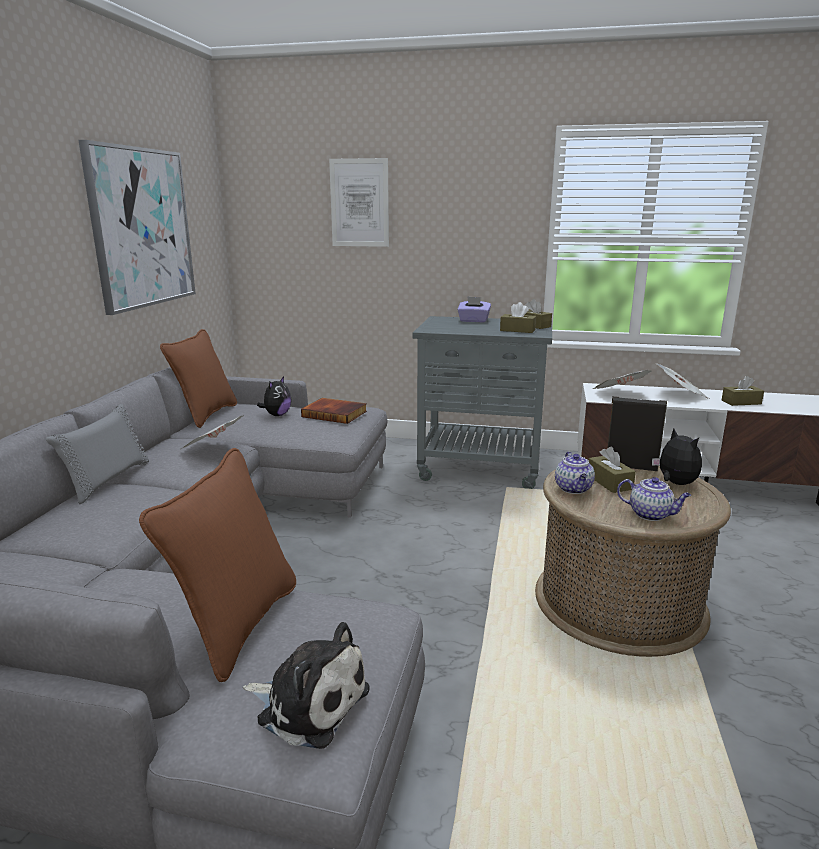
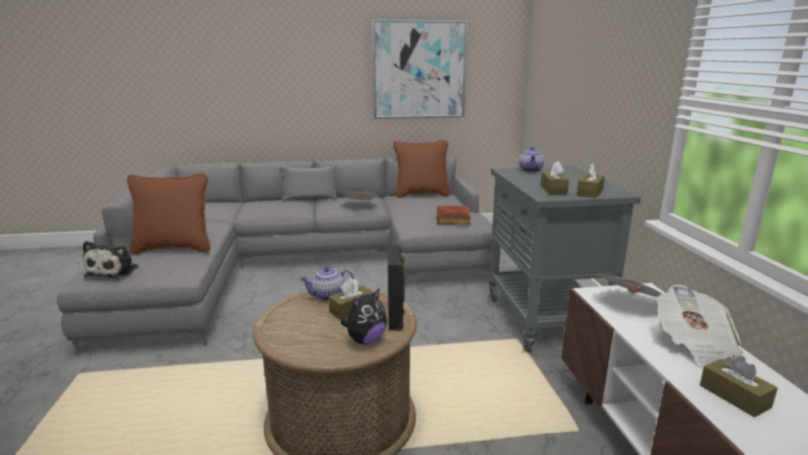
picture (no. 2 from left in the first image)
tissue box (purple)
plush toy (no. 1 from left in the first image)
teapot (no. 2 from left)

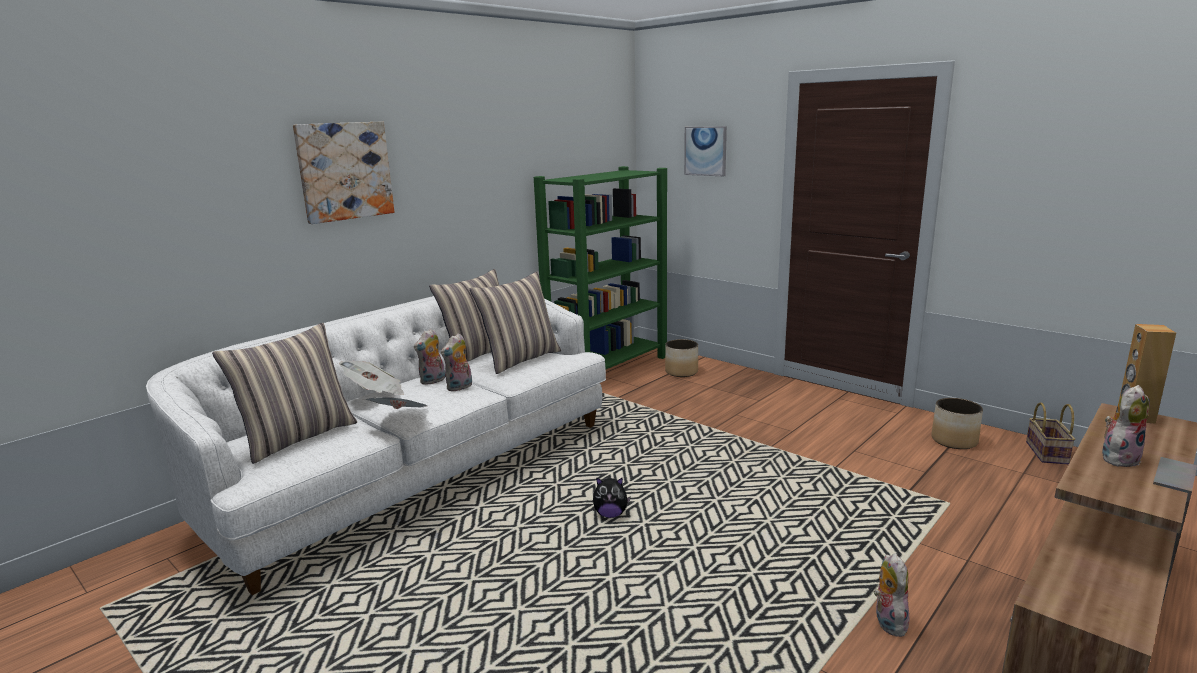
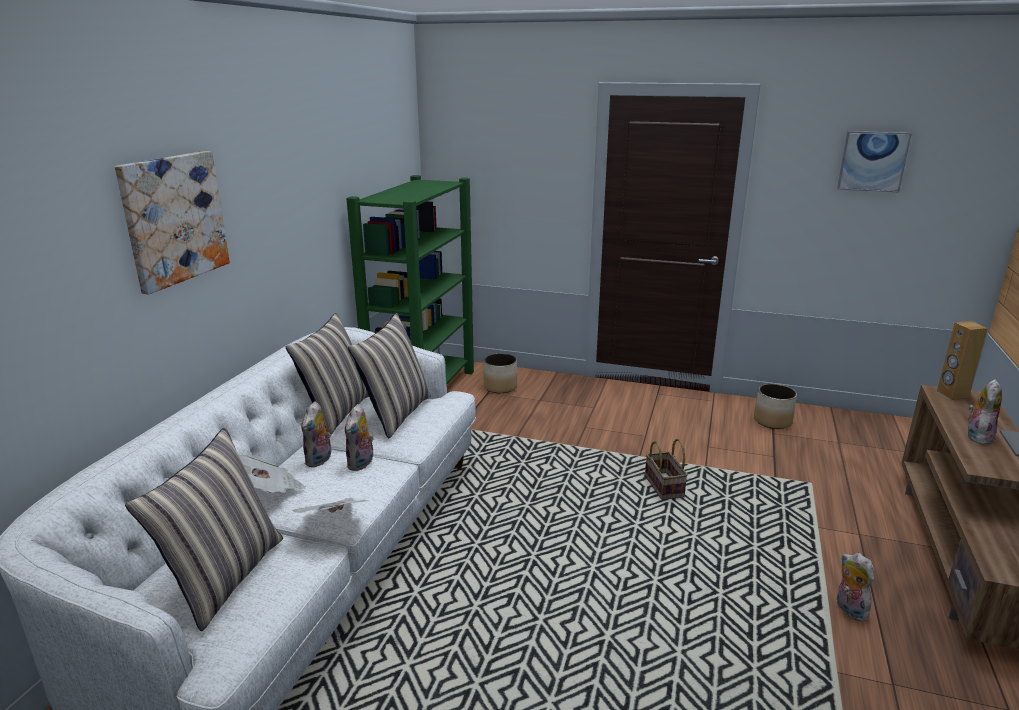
picture (no. 2 from left)
basket
plush toy (no. 3 from left in the first image)

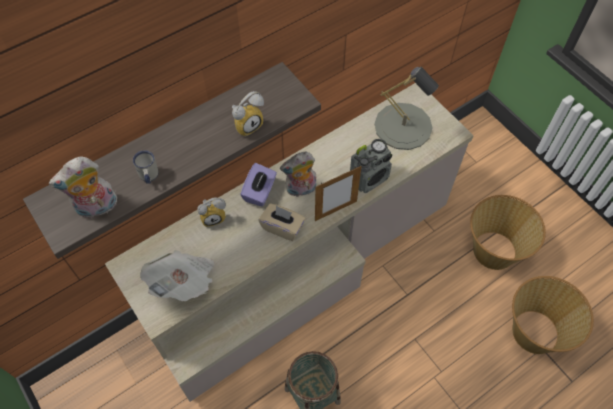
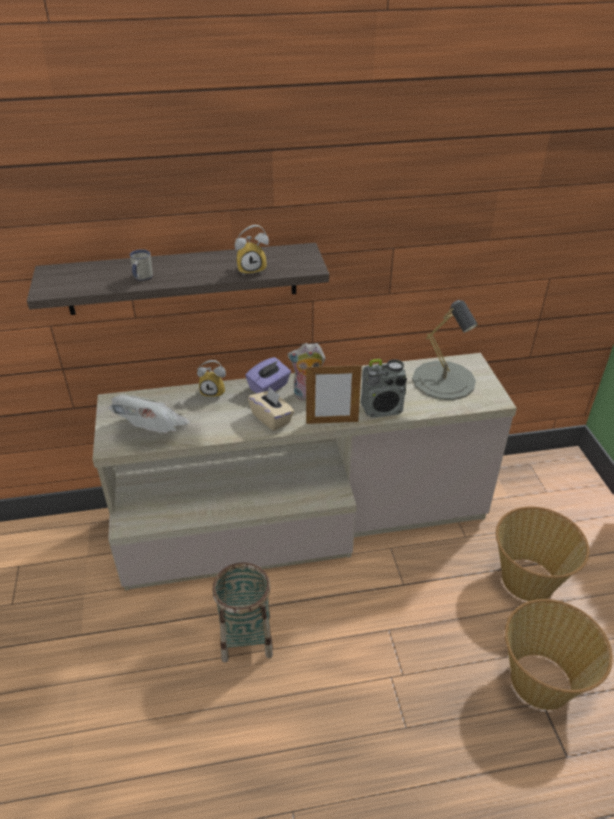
plush toy (no. 1 from left in the first image)

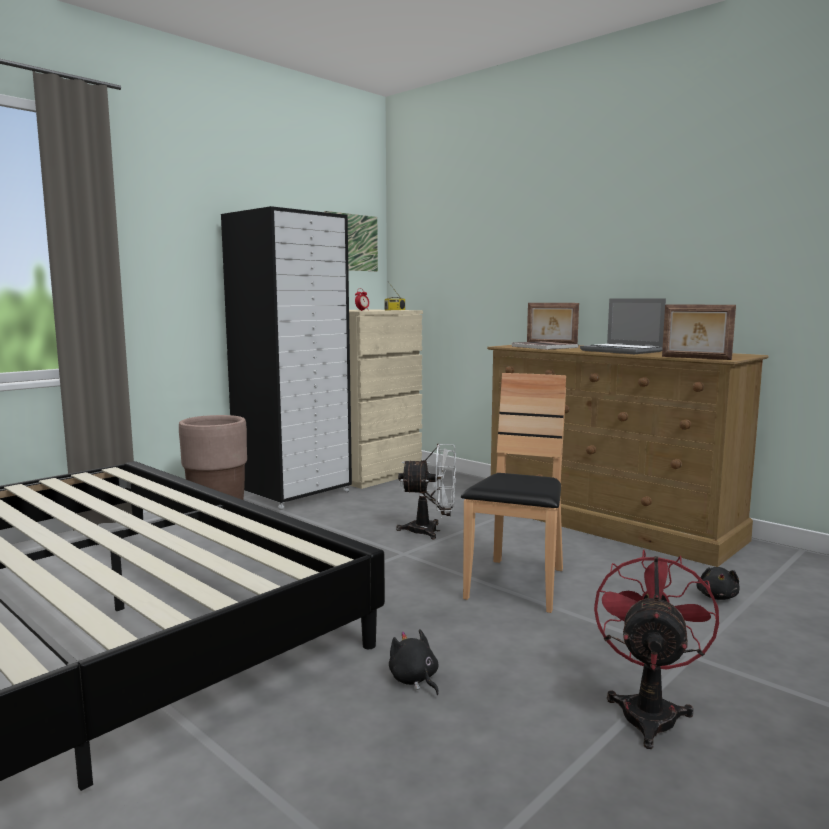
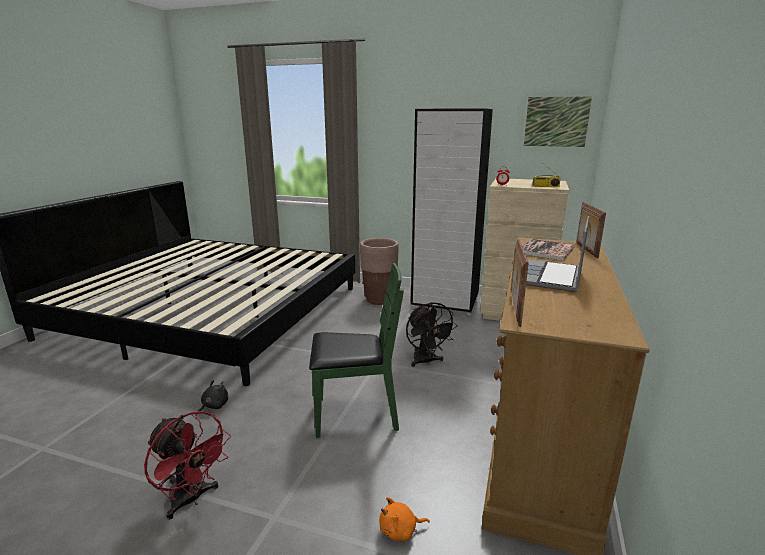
chair (green)
fan (black)
fan (red)
plush toy (orange)

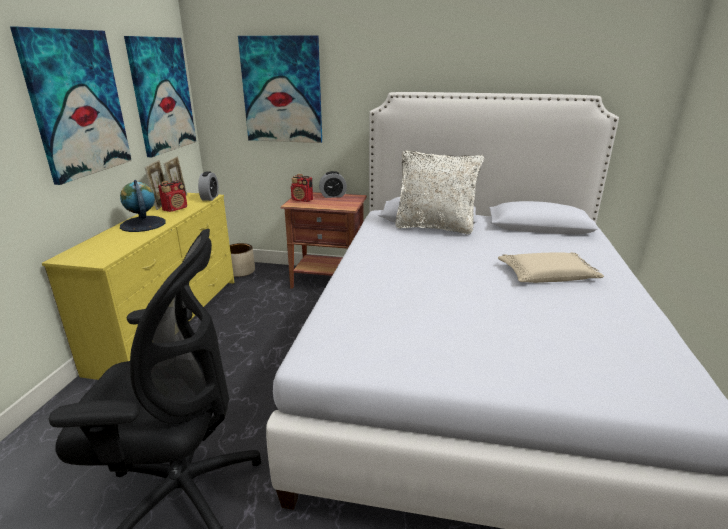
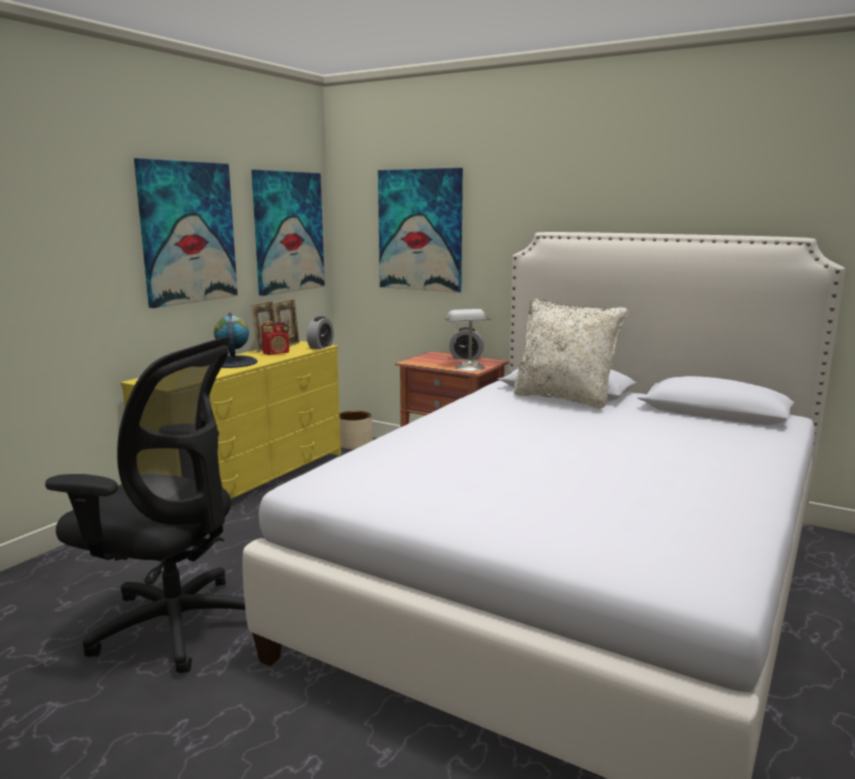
radio (no. 2 from left in the first image)
pillow (beige) (no. 2 from left in the first image)
table lamp (white)

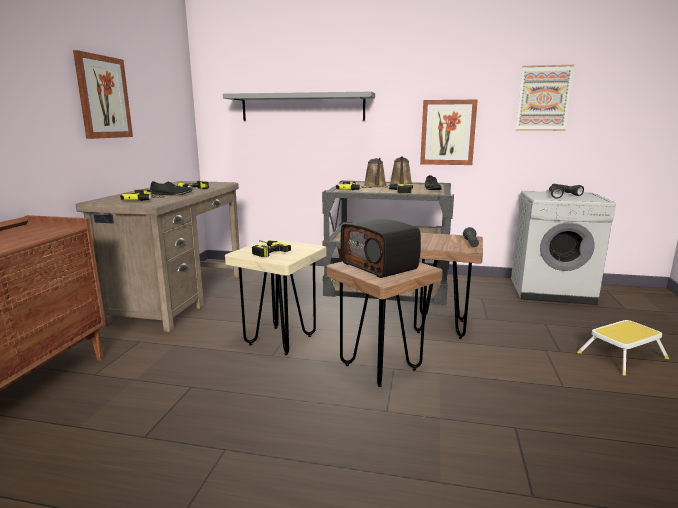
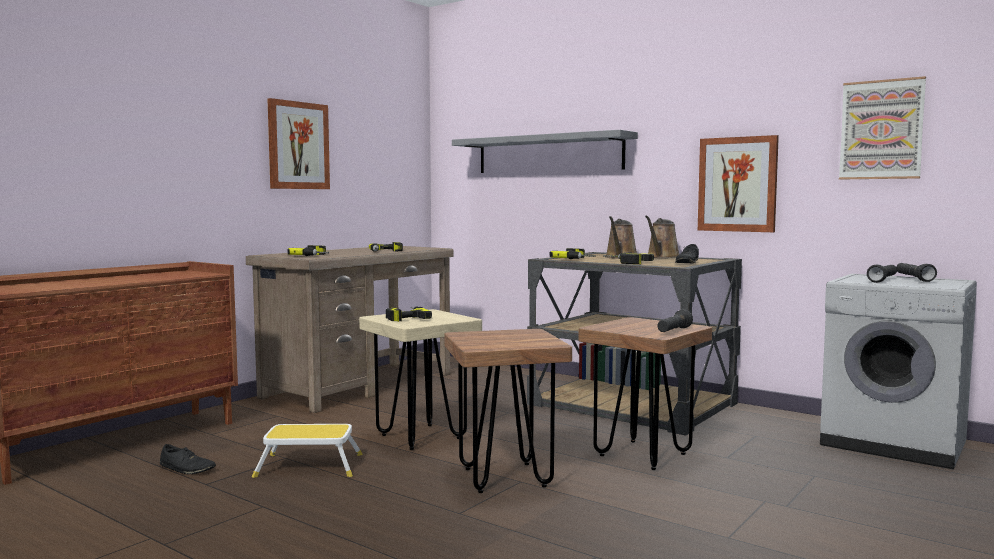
shoe (black) (no. 1 from left)
radio
step ladder (yellow)

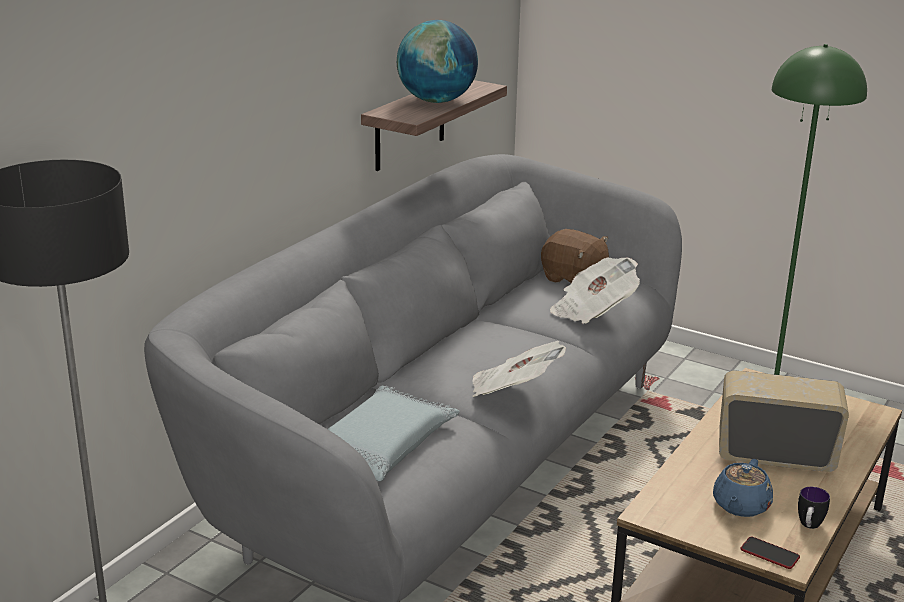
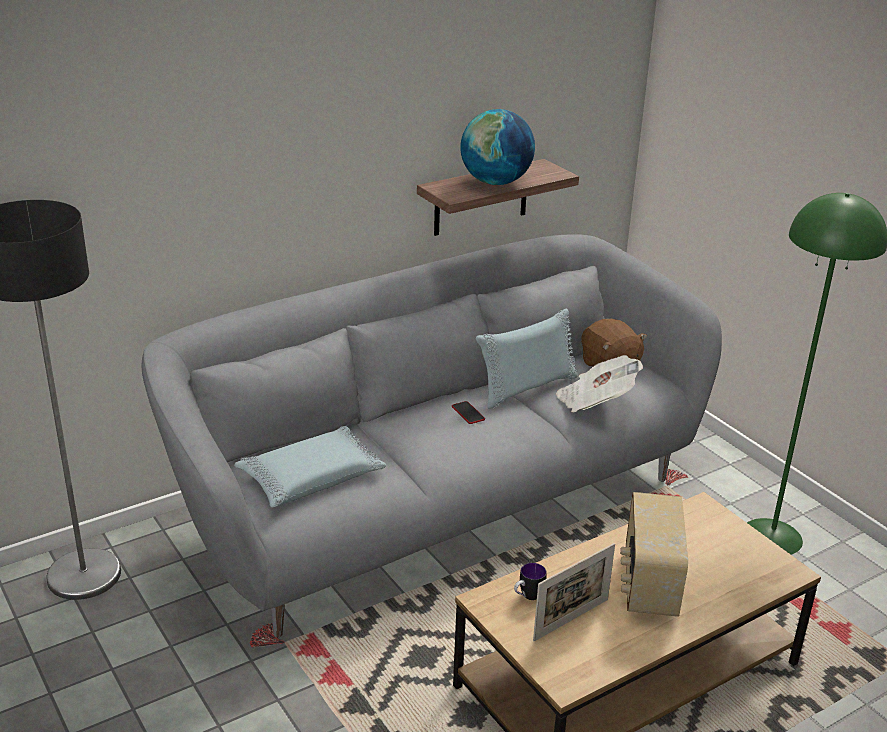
newspaper (no. 1 from left in the first image)
radio
picture frame
mug
phone
pillow (blue) (no. 2 from left)

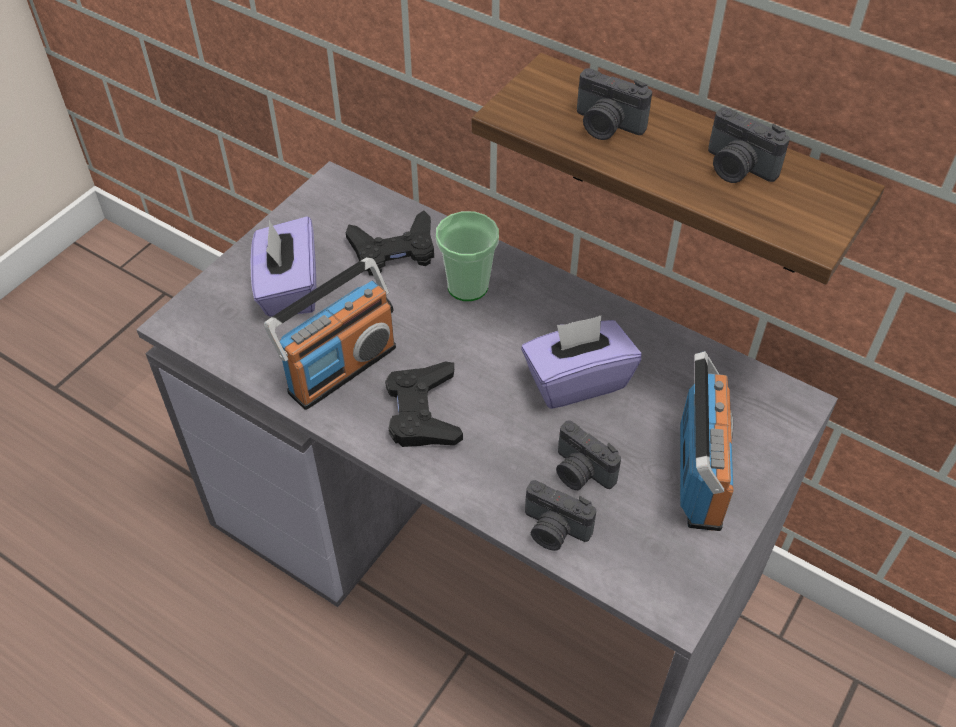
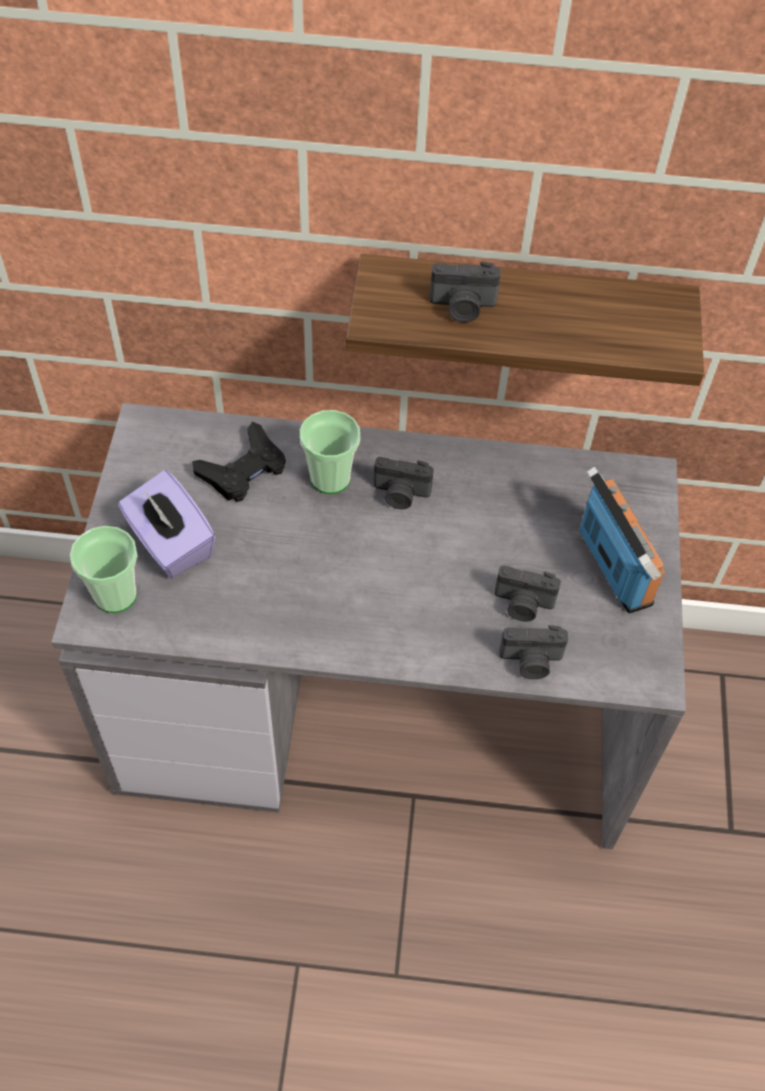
photo camera (no. 1 from left)
radio (no. 1 from left in the first image)
tissue box (purple) (no. 2 from left in the first image)
game controller (black) (no. 2 from left in the first image)
cup (no. 1 from left)

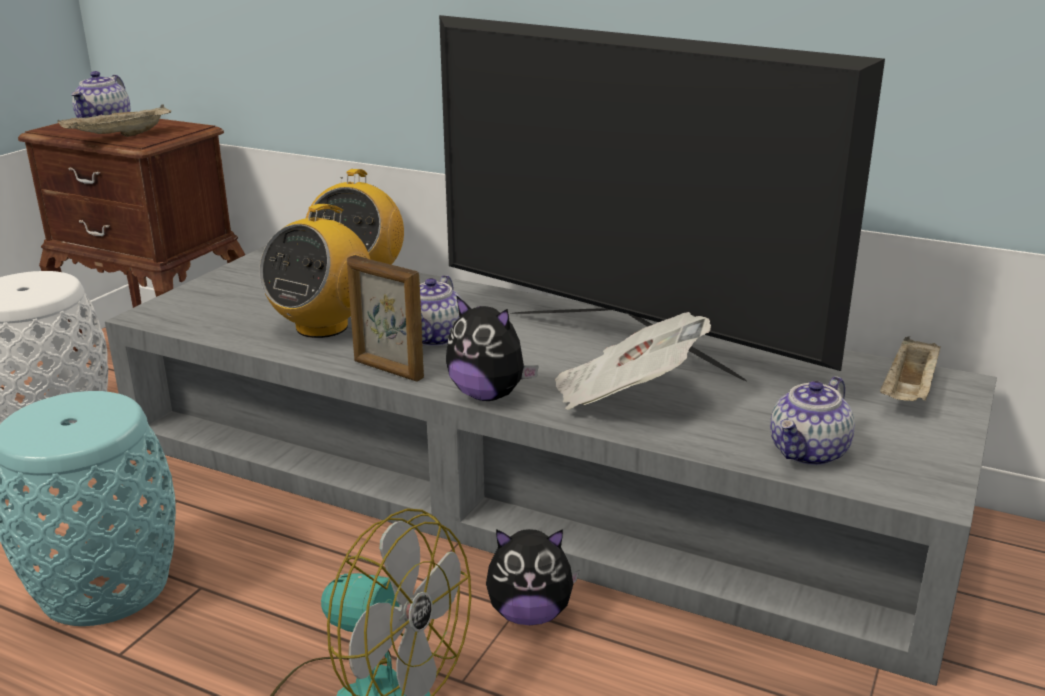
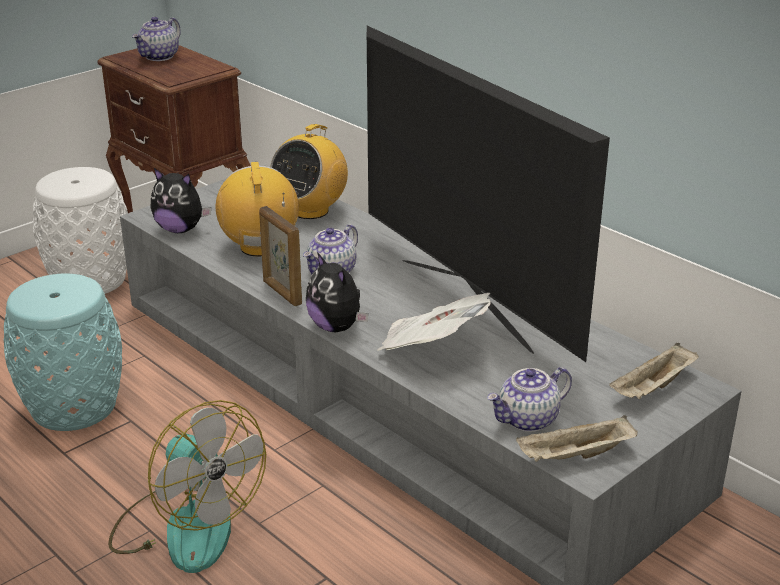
tray (beige) (no. 1 from left)
radio (no. 1 from left)
plush toy (no. 1 from left)

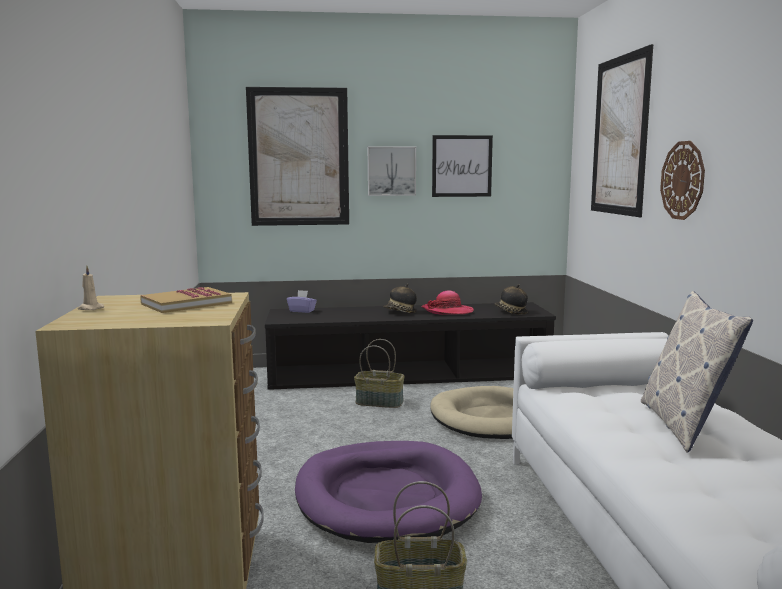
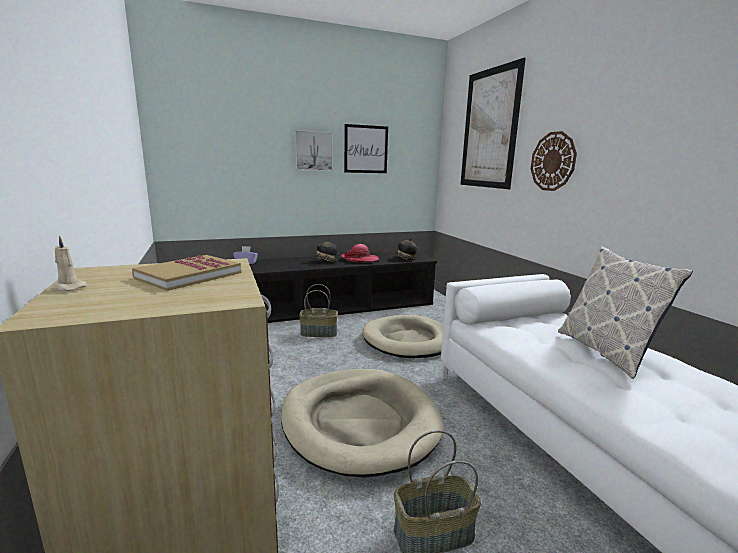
picture (no. 1 from left in the first image)
dog bed (beige) (no. 1 from left)

